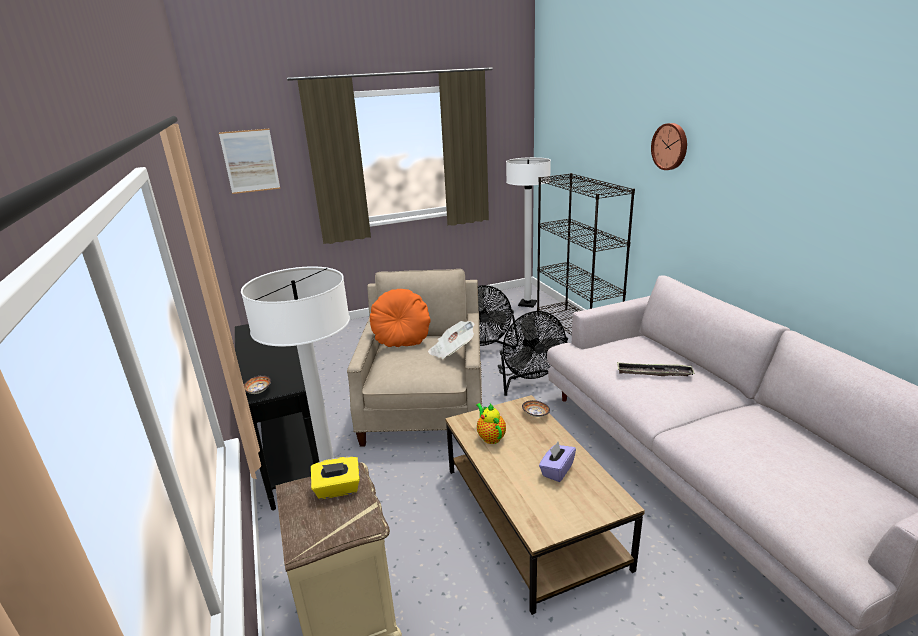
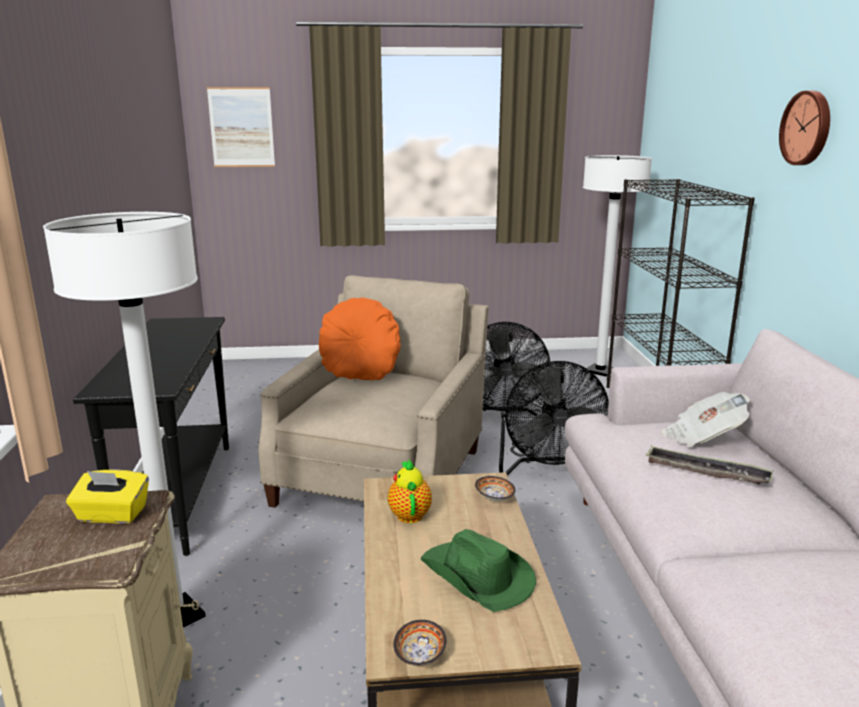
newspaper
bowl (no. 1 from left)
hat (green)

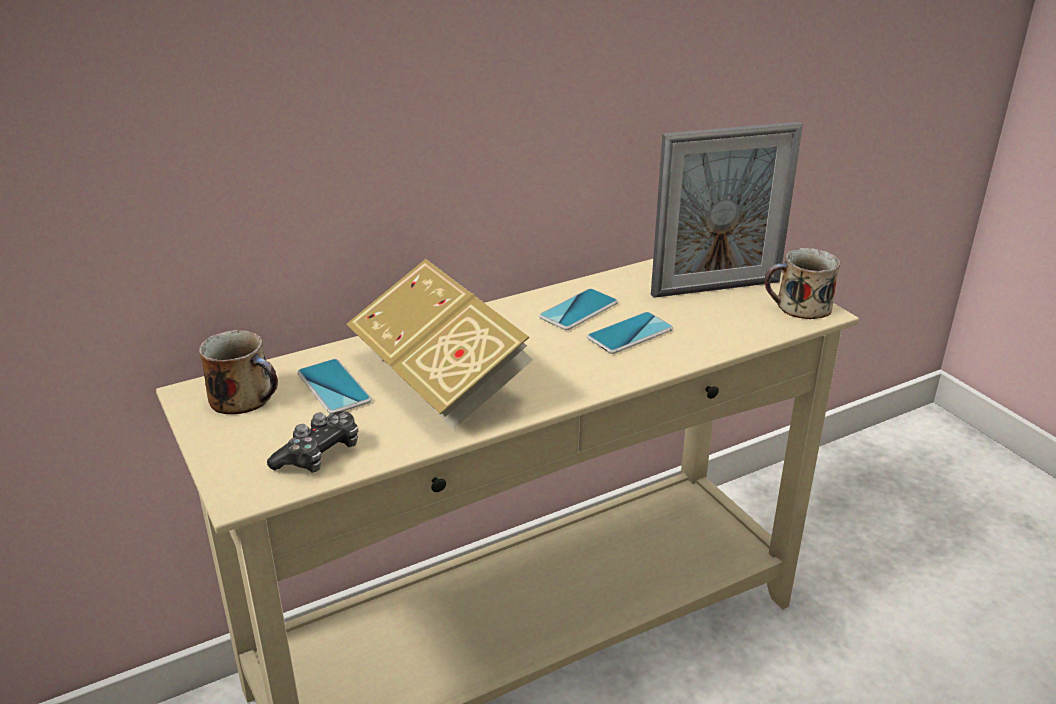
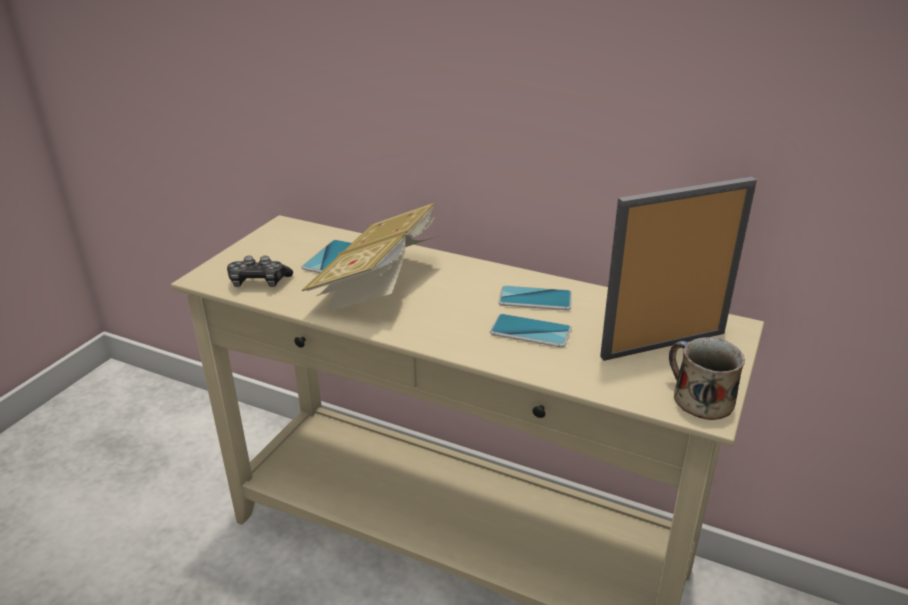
picture frame
mug (no. 1 from left in the first image)

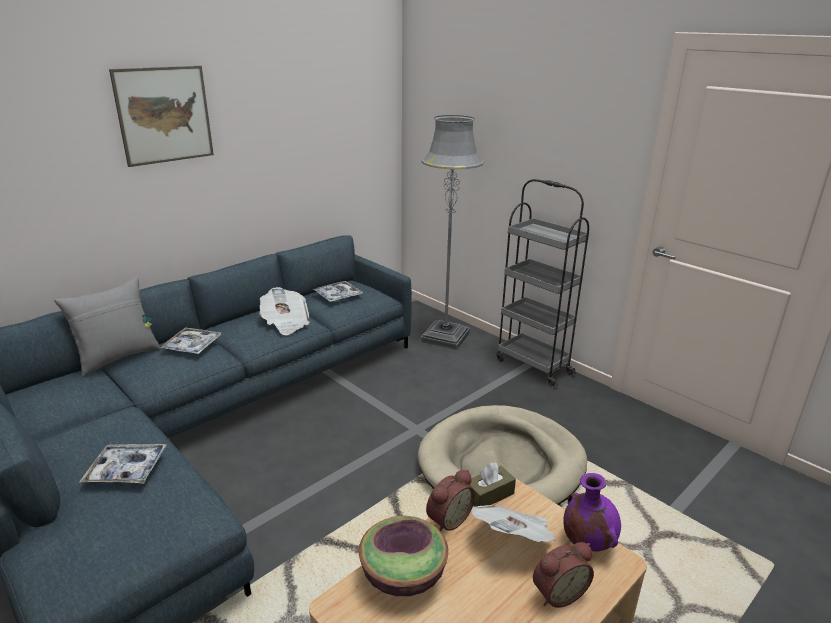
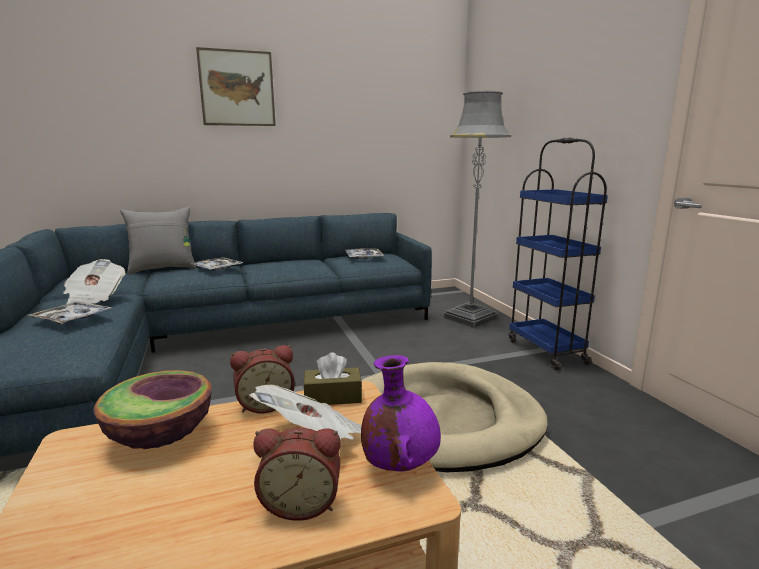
cart (blue)
newspaper (no. 1 from left)

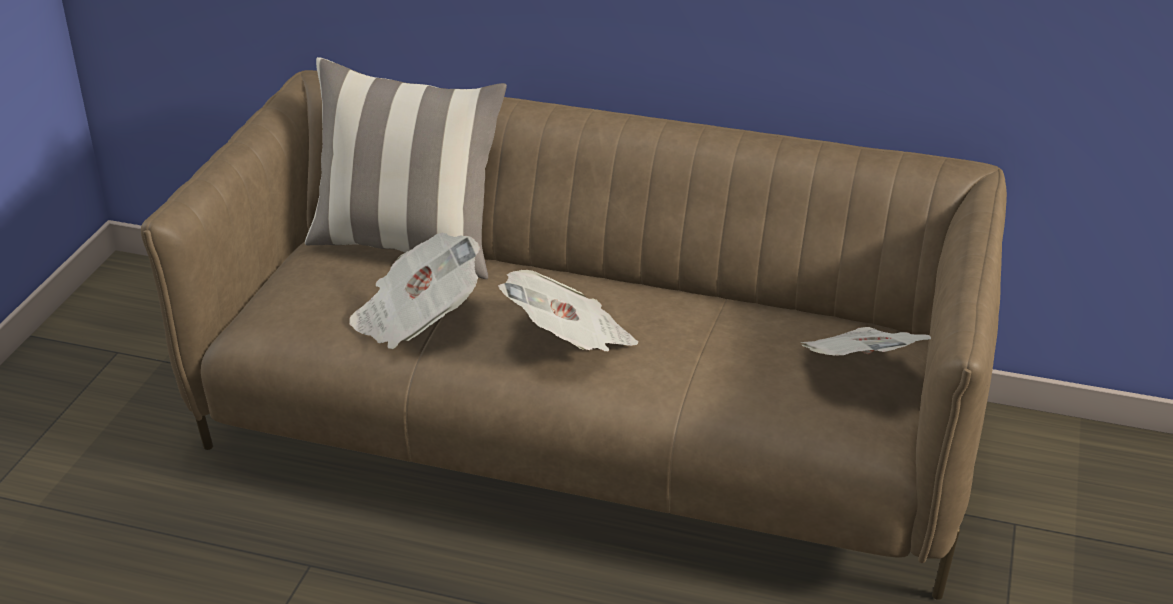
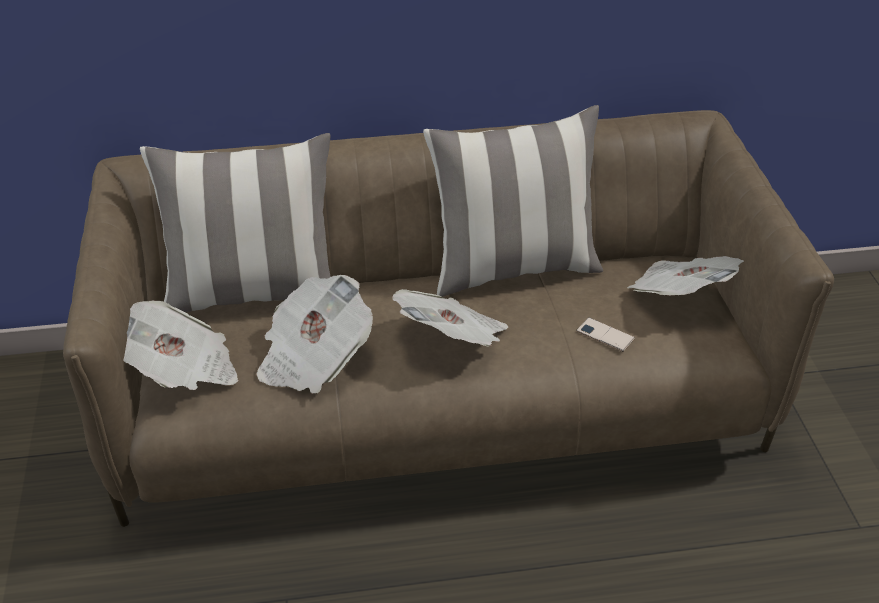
pillow (no. 2 from left)
newspaper (no. 1 from left)
phone

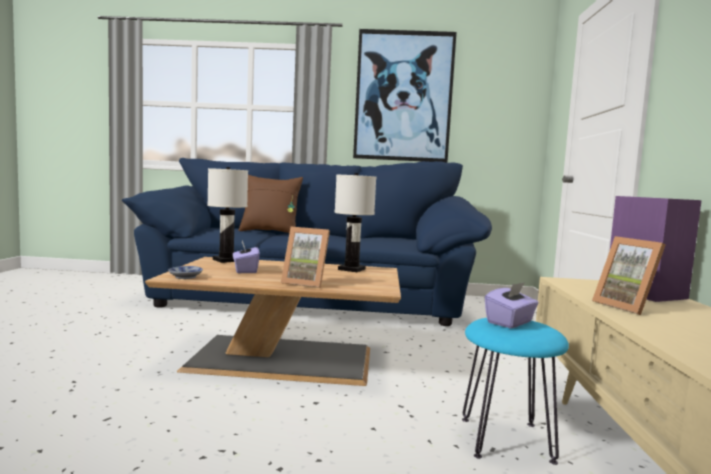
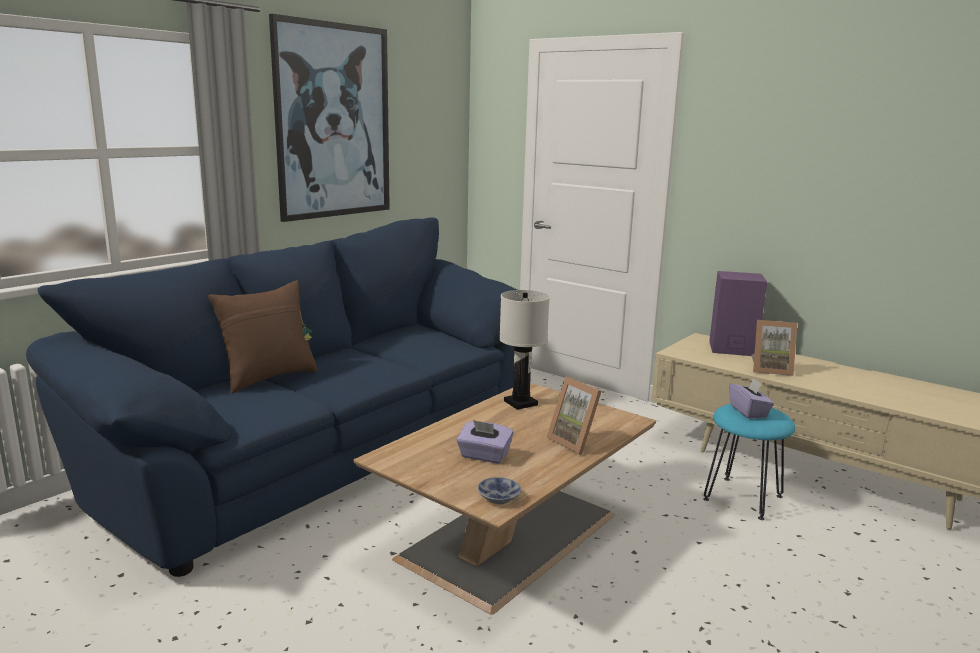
table lamp (white) (no. 1 from left in the first image)
picture frame (no. 1 from left)

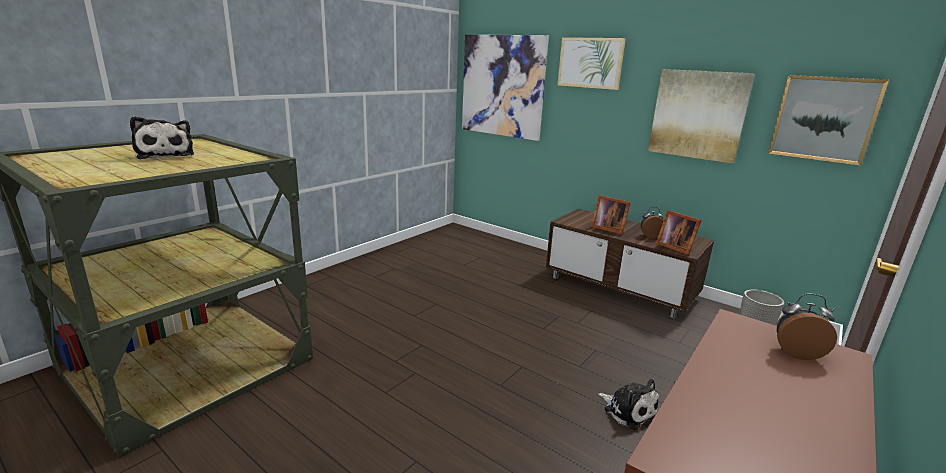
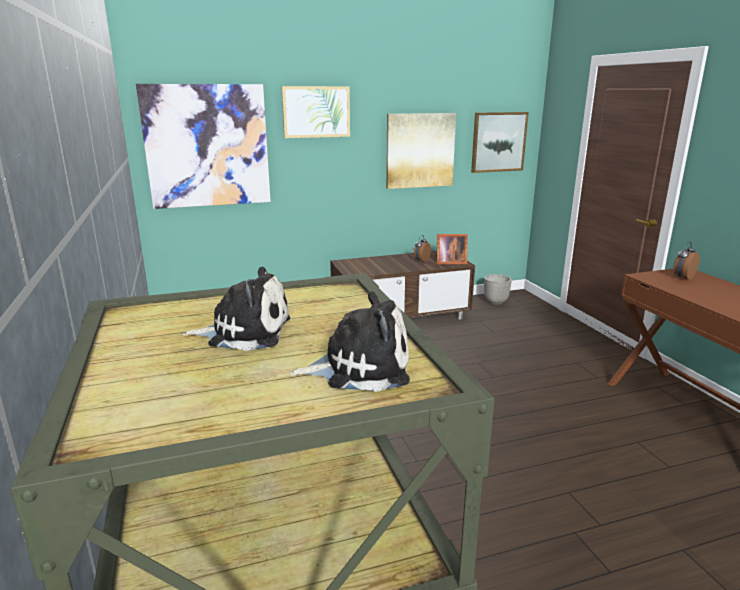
picture frame (no. 1 from left in the first image)
plush toy (no. 2 from left)

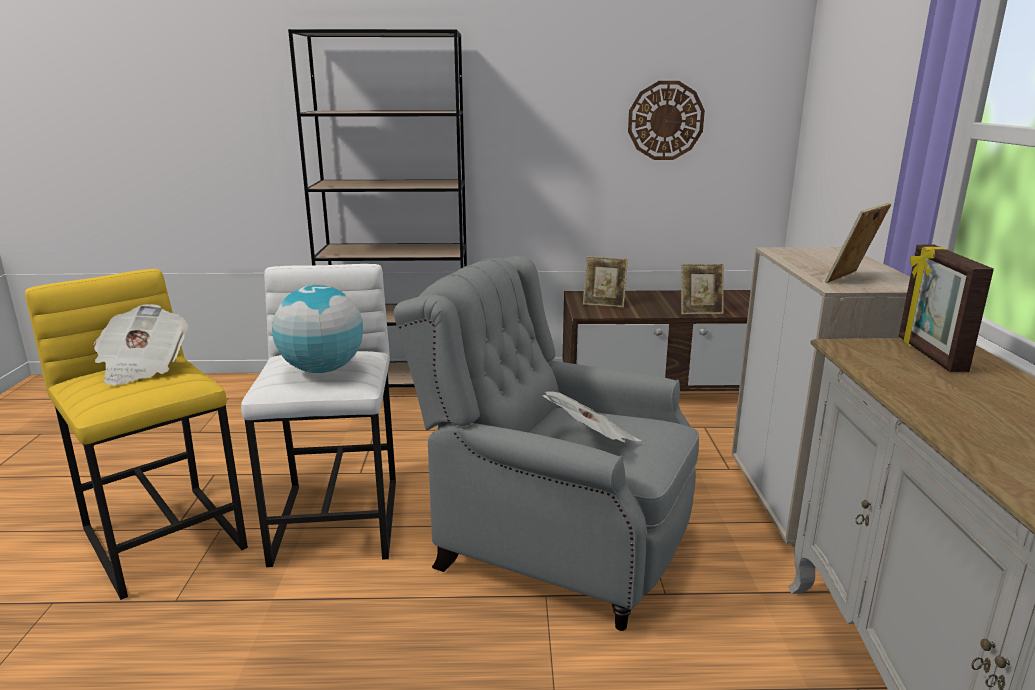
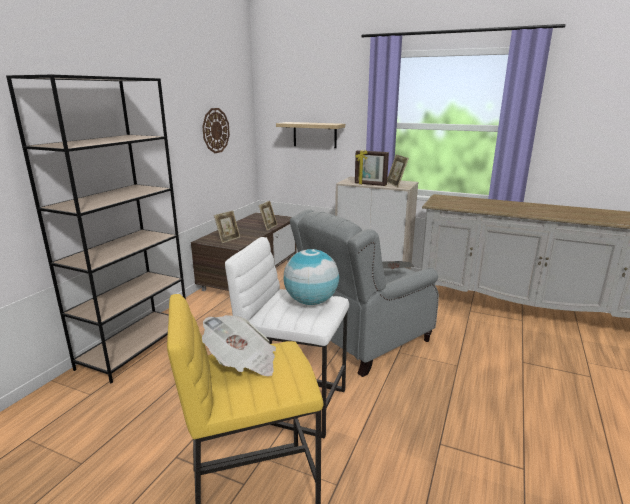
picture frame (no. 3 from left)
shelf

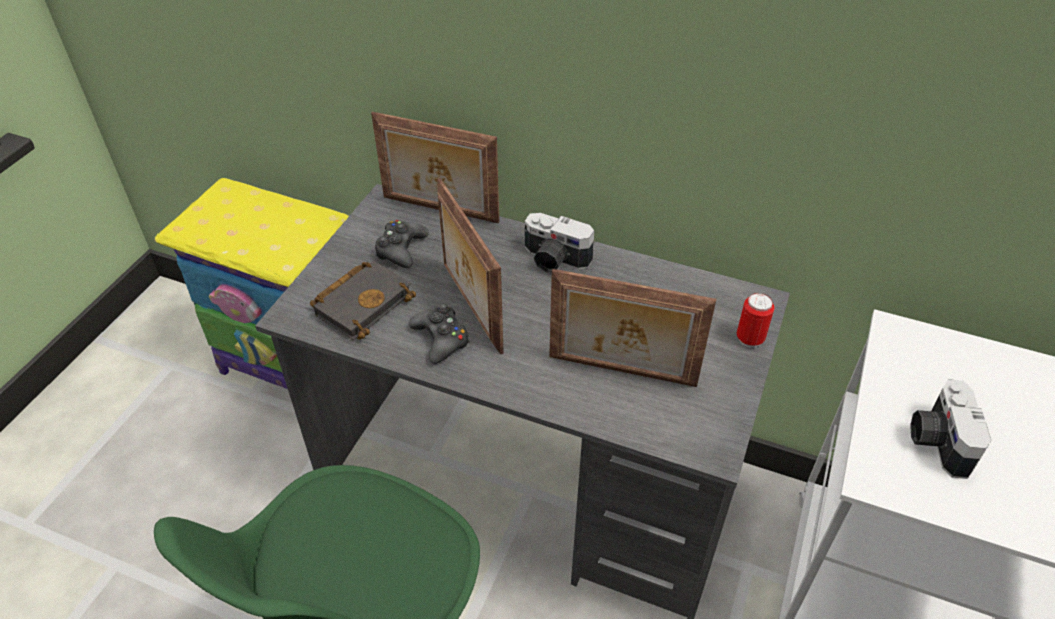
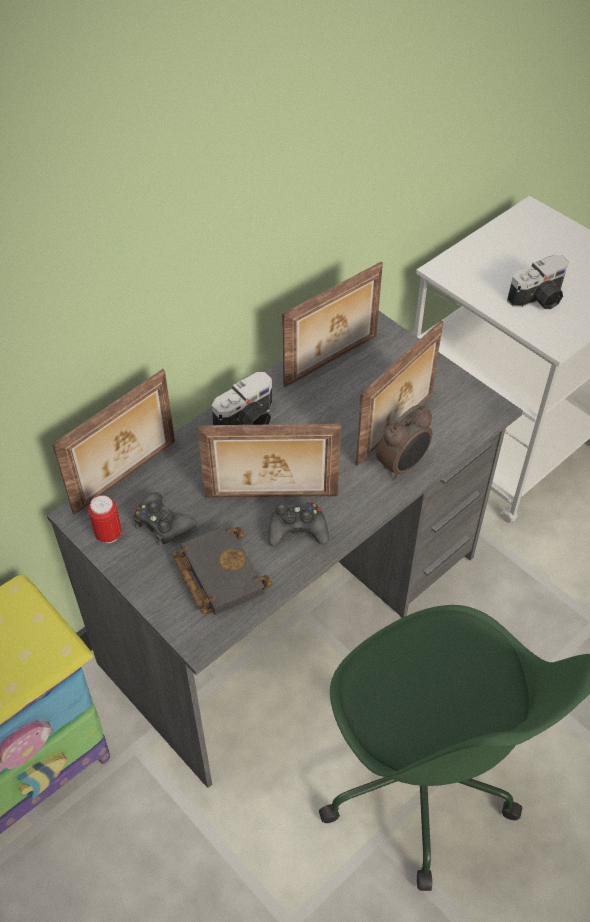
can
photo camera (no. 2 from left)
picture frame (no. 3 from left)
alarm clock

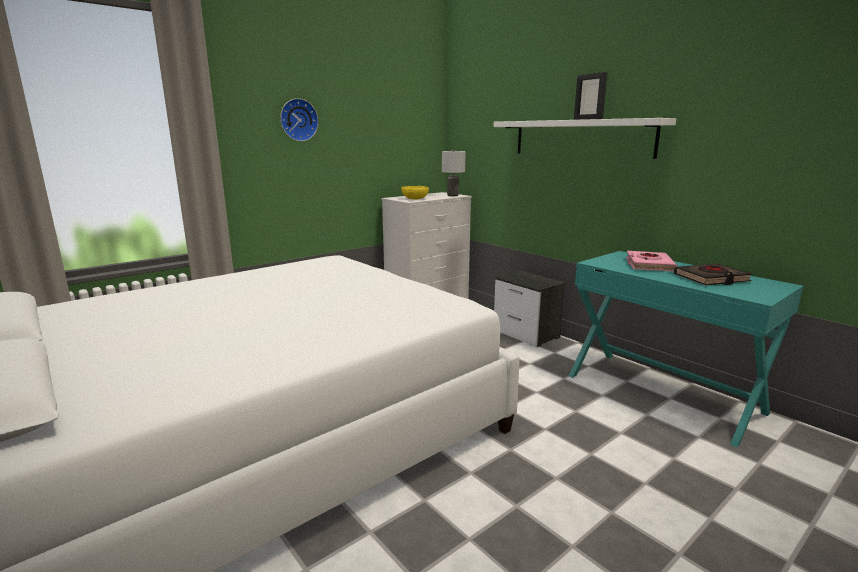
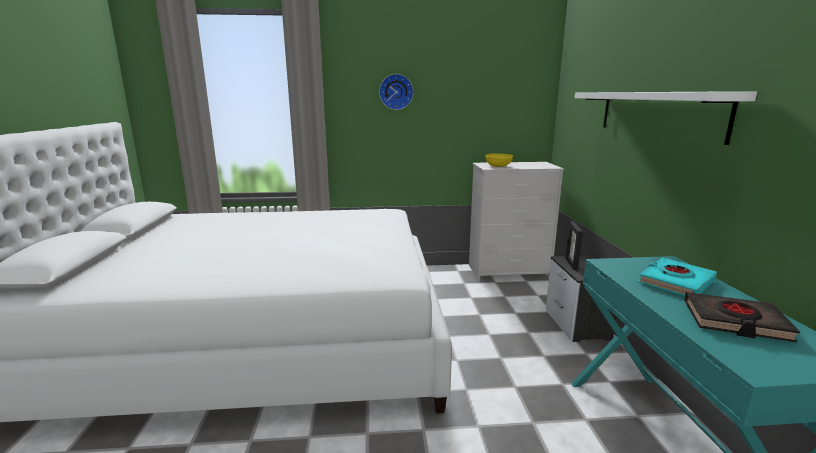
picture frame
table lamp (white)
book (turquoise)

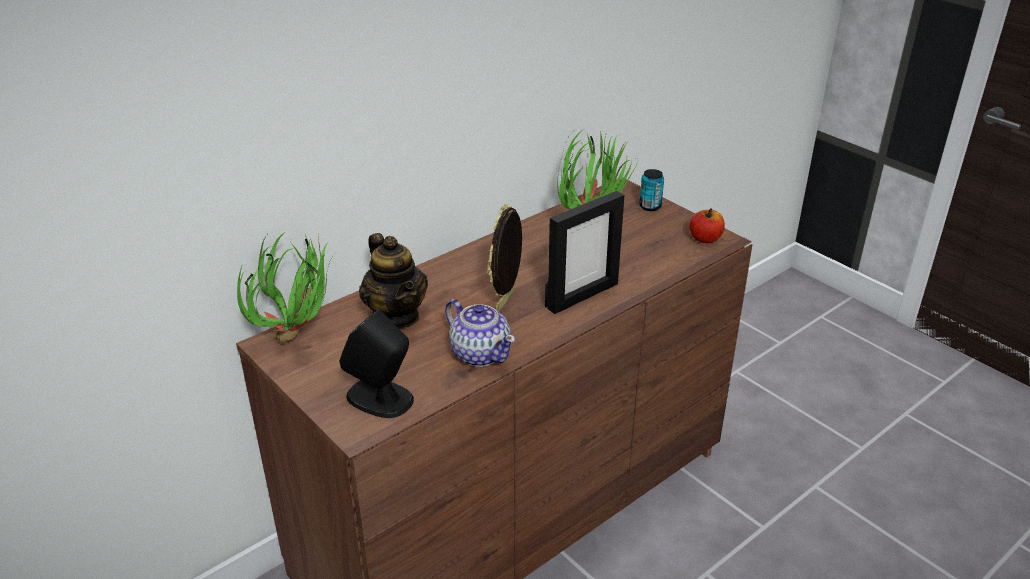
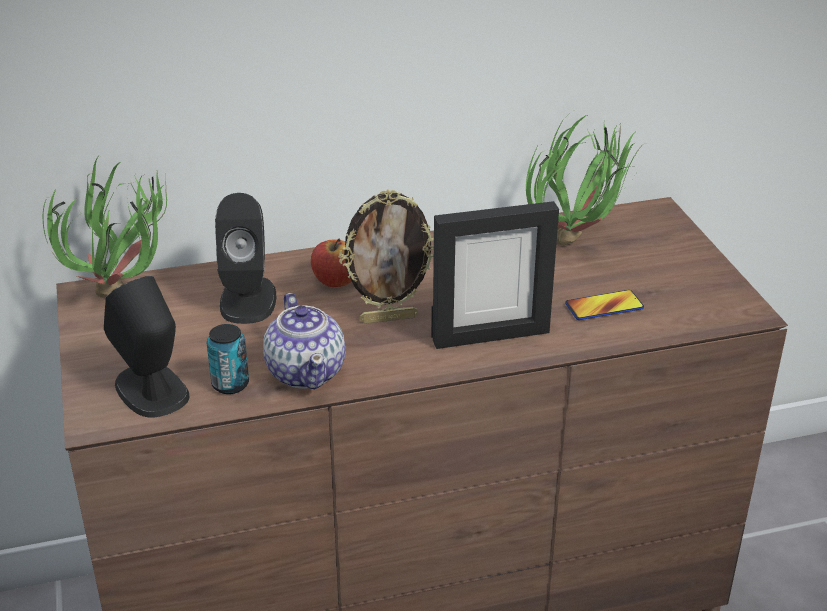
can
picture frame (no. 1 from left)
apple
speaker (black) (no. 2 from left)
phone

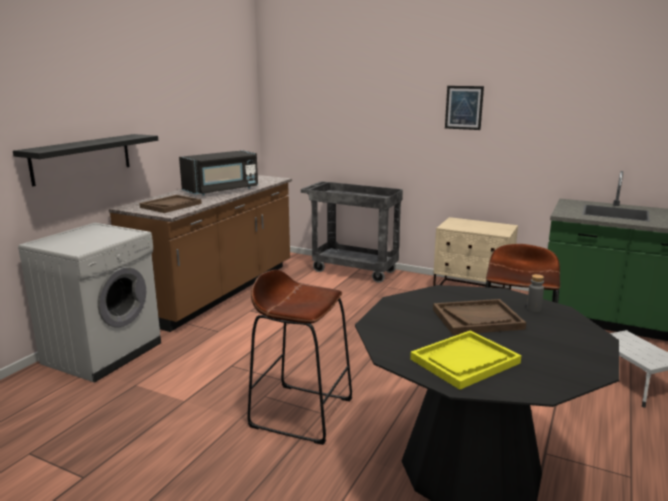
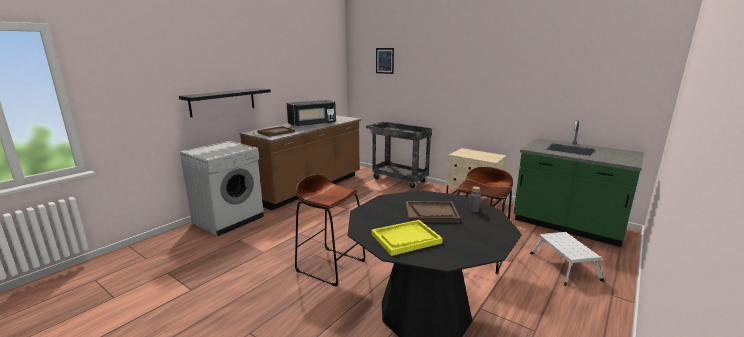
picture

